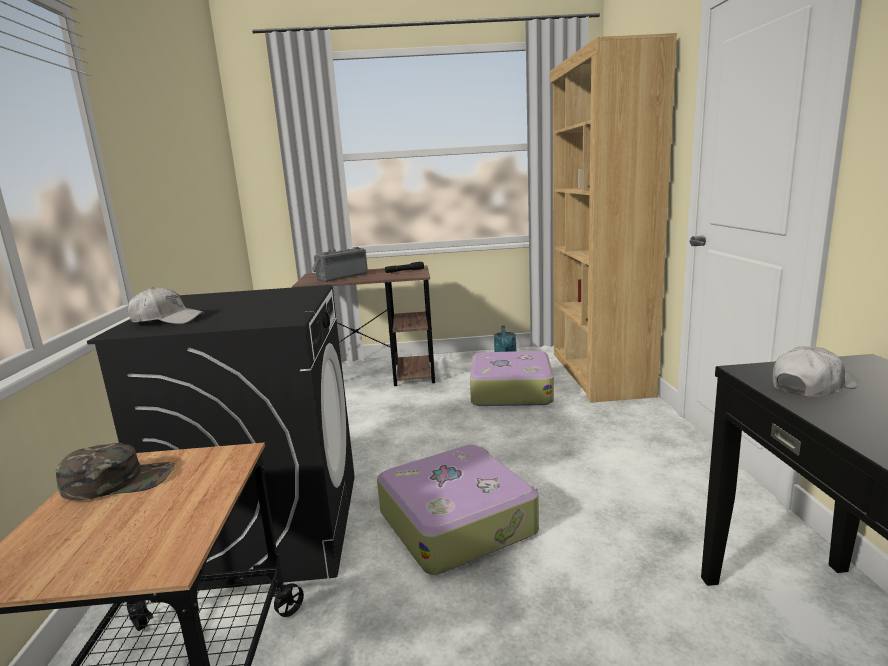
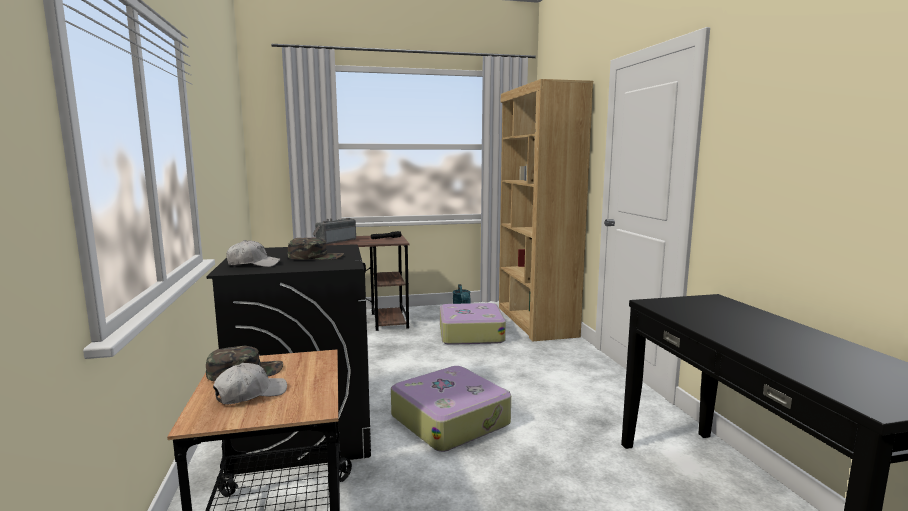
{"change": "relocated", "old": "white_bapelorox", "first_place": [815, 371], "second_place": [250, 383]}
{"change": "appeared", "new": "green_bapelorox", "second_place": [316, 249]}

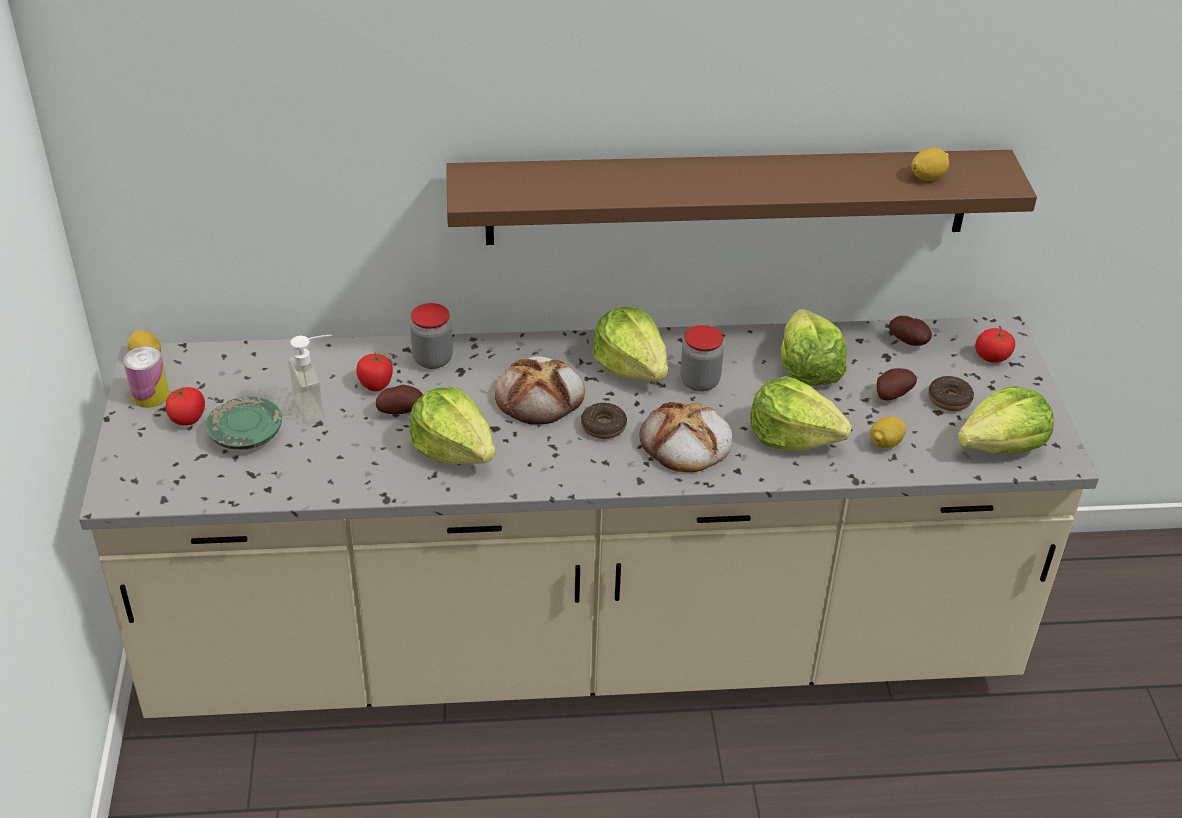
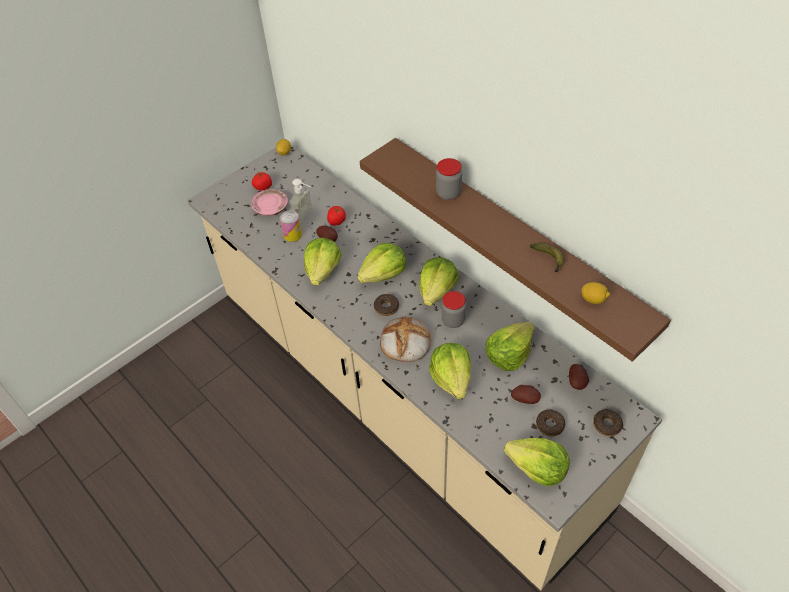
{"change": "relocated", "old": "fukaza", "first_place": [431, 336], "second_place": [449, 179]}
{"change": "exchanged", "old": "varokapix", "new": "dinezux", "first_place": [995, 345], "second_place": [608, 422]}
{"change": "relocated", "old": "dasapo", "first_place": [146, 377], "second_place": [291, 226]}
{"change": "exchanged", "old": "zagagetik", "new": "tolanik", "first_place": [540, 390], "second_place": [381, 263]}
{"change": "colour", "old": "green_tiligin", "new": "pink_tiligin", "first_place": [243, 423], "second_place": [269, 202]}
{"change": "missing", "old": "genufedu", "first_place": [888, 432]}
{"change": "appeared", "new": "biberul", "second_place": [547, 258]}

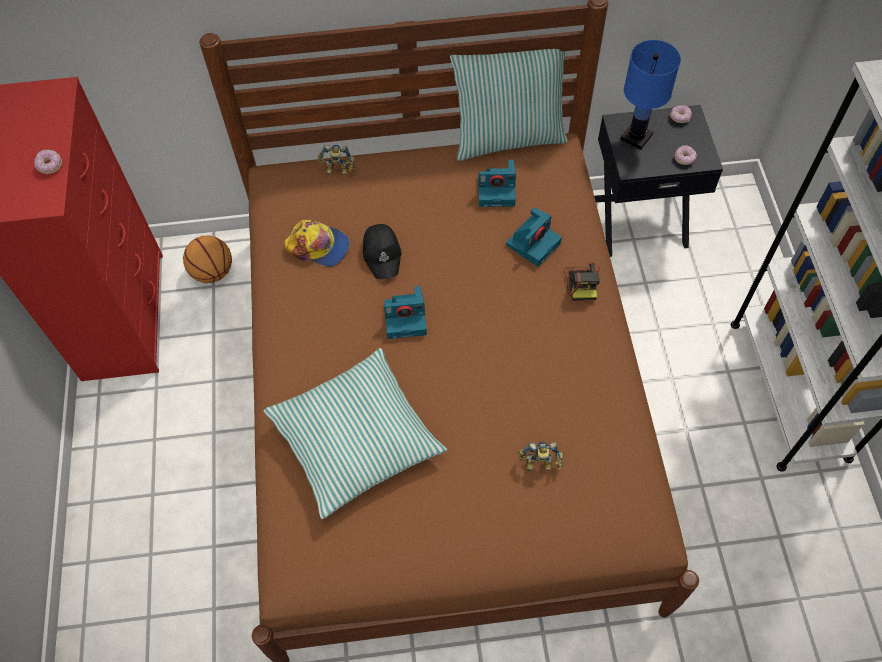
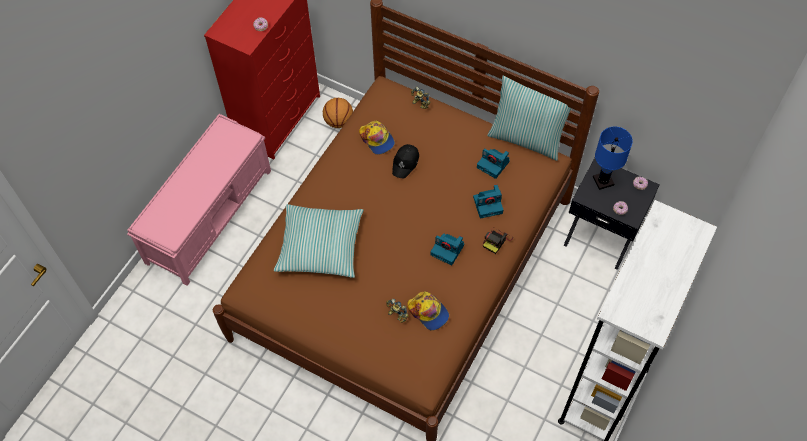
{"change": "relocated", "old": "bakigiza", "first_place": [405, 312], "second_place": [447, 249]}
{"change": "appeared", "new": "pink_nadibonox", "second_place": [199, 200]}
{"change": "appeared", "new": "bapelorox", "second_place": [428, 311]}

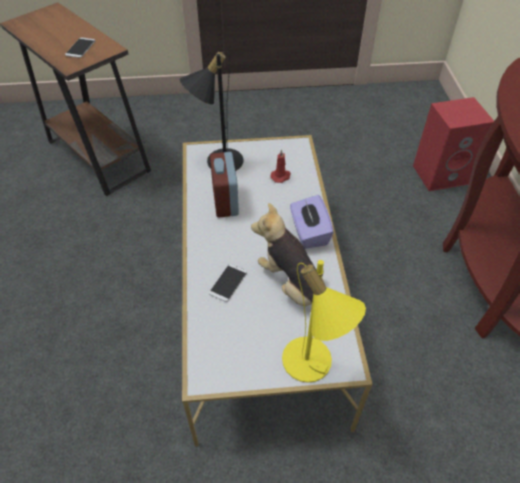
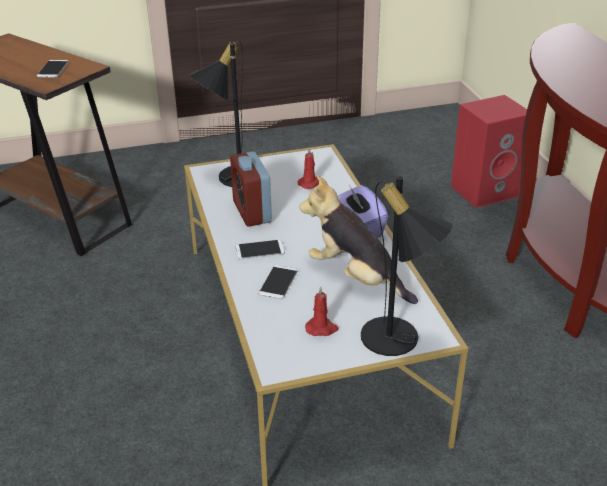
{"change": "colour", "old": "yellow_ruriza", "new": "black_ruriza", "first_place": [324, 321], "second_place": [407, 266]}
{"change": "appeared", "new": "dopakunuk", "second_place": [260, 249]}
{"change": "appeared", "new": "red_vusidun", "second_place": [322, 311]}

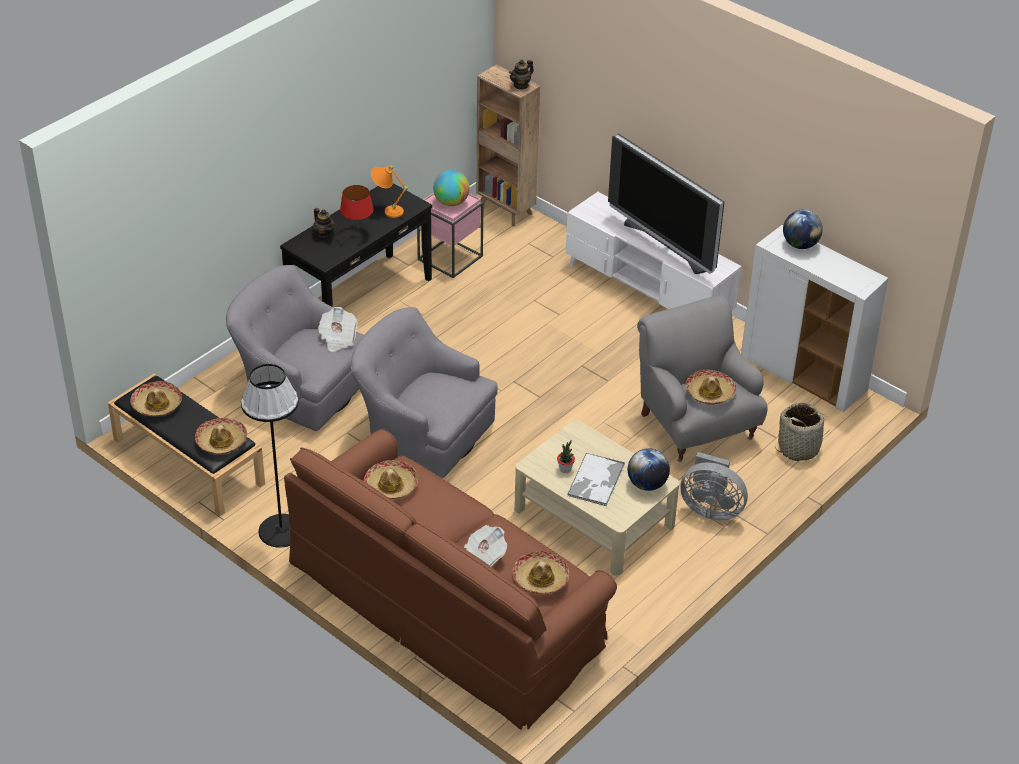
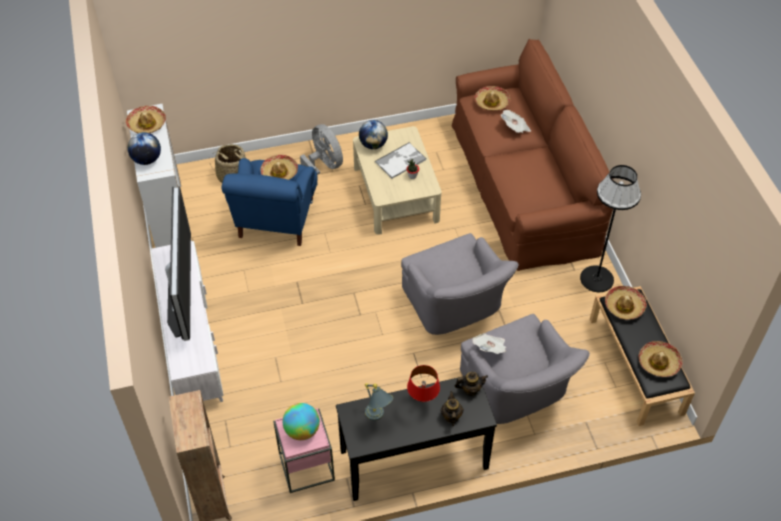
{"change": "relocated", "old": "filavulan", "first_place": [521, 74], "second_place": [471, 384]}
{"change": "colour", "old": "orange_ruriza", "new": "grey_ruriza", "first_place": [389, 191], "second_place": [379, 402]}
{"change": "colour", "old": "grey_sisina", "new": "blue_sisina", "first_place": [702, 378], "second_place": [269, 202]}
{"change": "relocated", "old": "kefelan", "first_place": [391, 479], "second_place": [146, 119]}

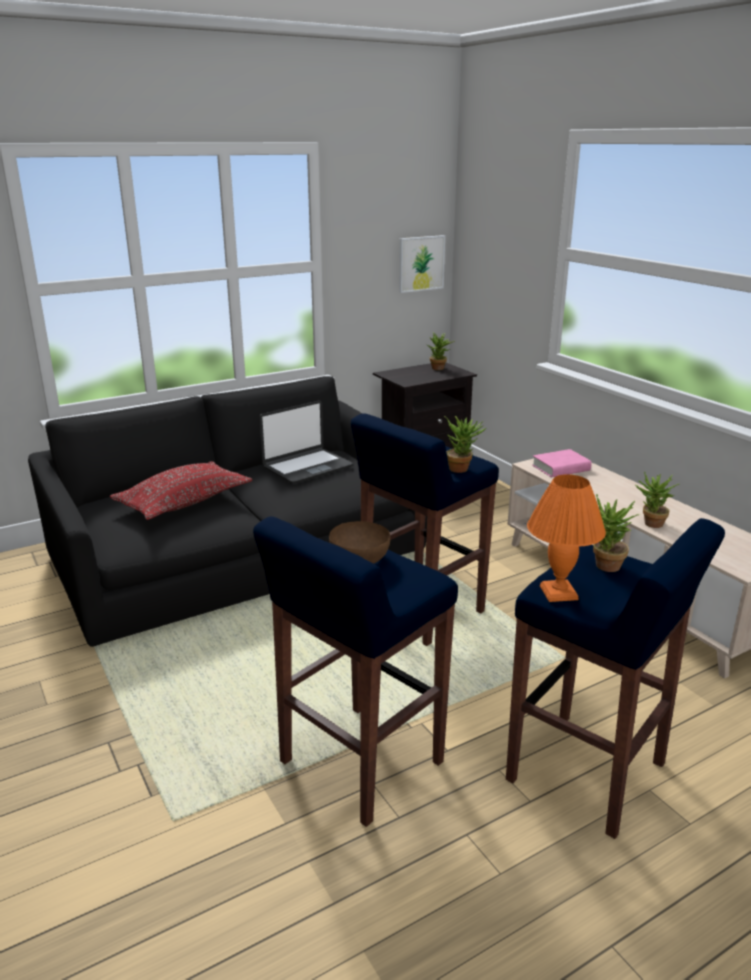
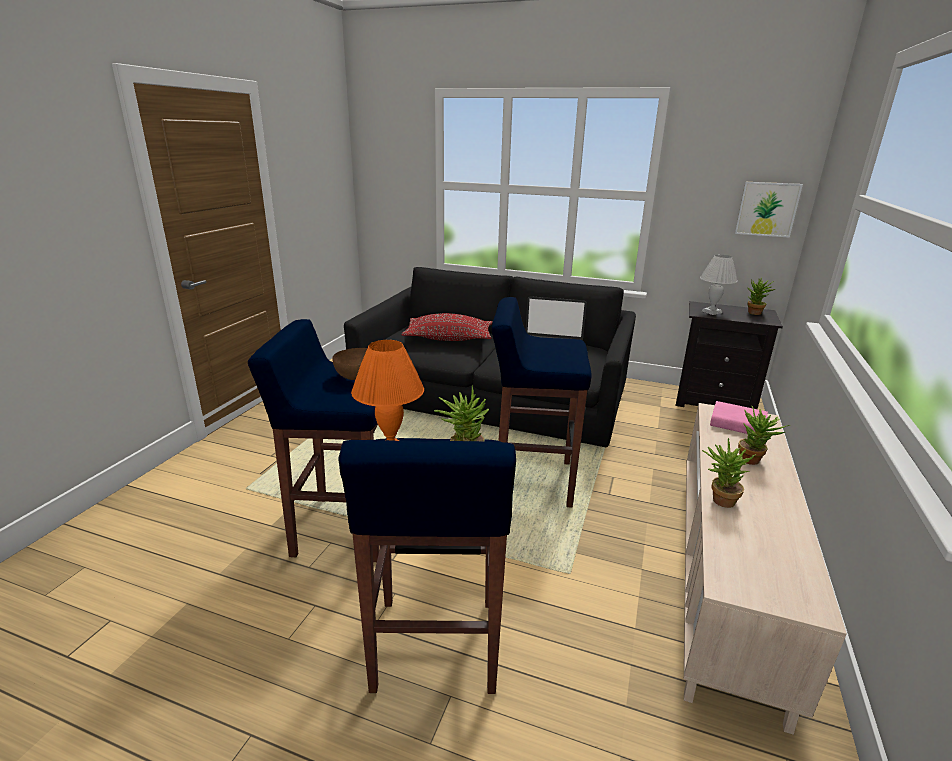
{"change": "relocated", "old": "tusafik", "first_place": [465, 444], "second_place": [764, 435]}
{"change": "appeared", "new": "white_ruriza", "second_place": [718, 285]}

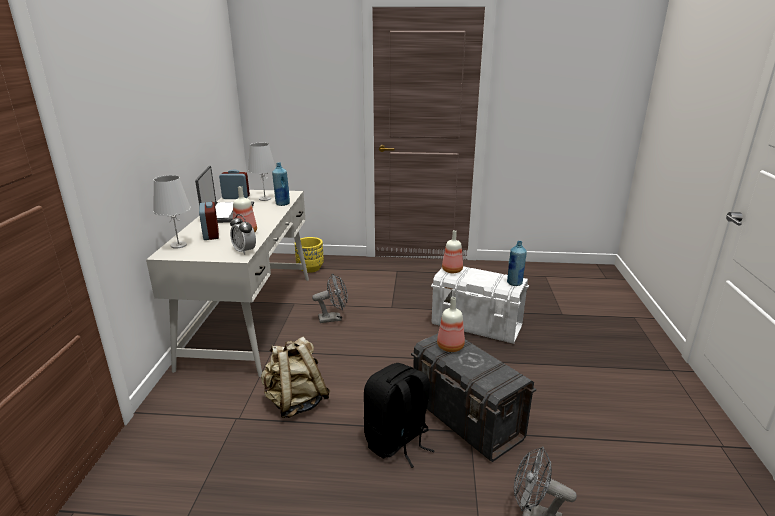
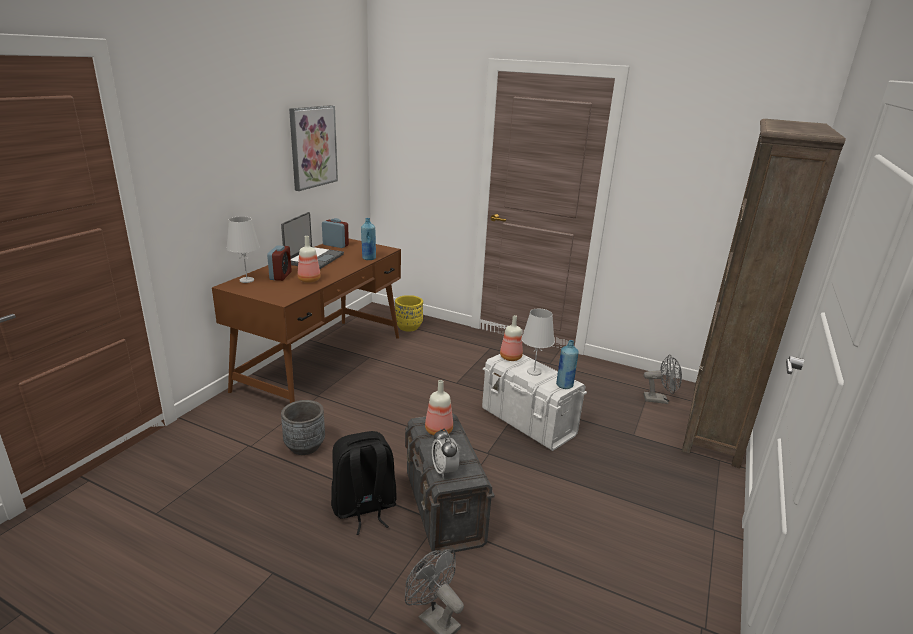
{"change": "relocated", "old": "white_ruriza", "first_place": [262, 172], "second_place": [538, 342]}
{"change": "colour", "old": "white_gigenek", "new": "brown_gigenek", "first_place": [227, 283], "second_place": [306, 321]}
{"change": "relocated", "old": "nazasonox", "first_place": [243, 234], "second_place": [445, 453]}
{"change": "relocated", "old": "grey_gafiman", "first_place": [330, 298], "second_place": [663, 379]}
{"change": "exchanged", "old": "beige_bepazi", "new": "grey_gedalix", "first_place": [295, 377], "second_place": [303, 427]}
{"change": "appeared", "new": "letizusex", "second_place": [313, 148]}
{"change": "appeared", "new": "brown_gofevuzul", "second_place": [764, 293]}

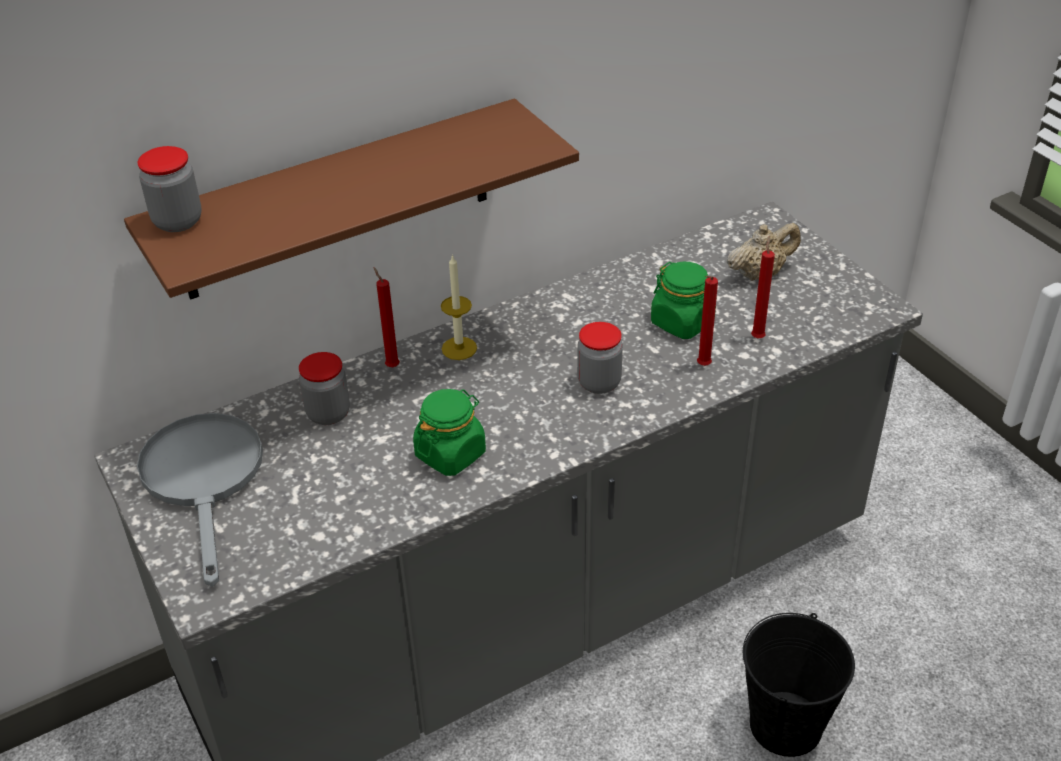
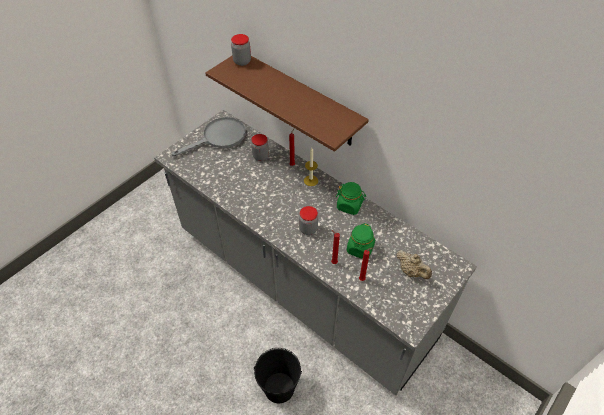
{"change": "relocated", "old": "green_fukaza", "first_place": [449, 432], "second_place": [351, 198]}

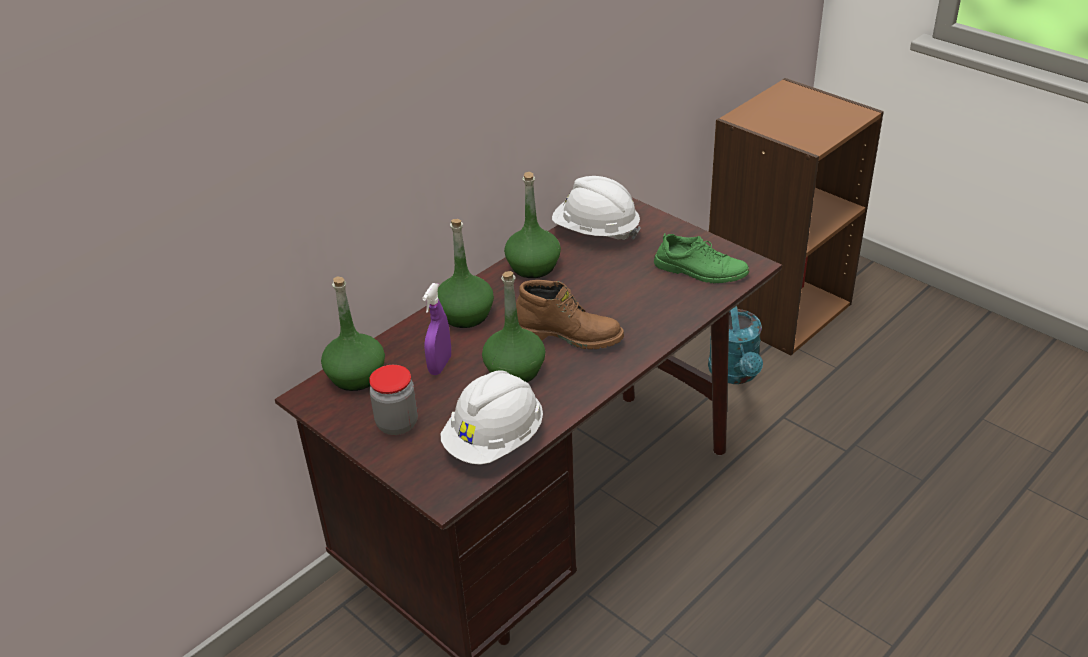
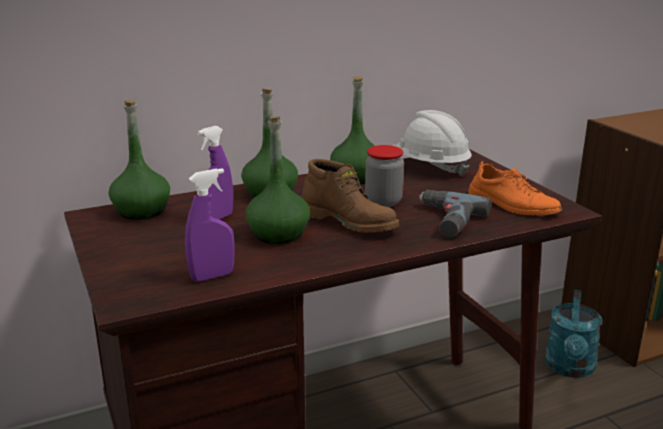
{"change": "colour", "old": "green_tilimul", "new": "orange_tilimul", "first_place": [701, 258], "second_place": [515, 188]}
{"change": "relocated", "old": "fukaza", "first_place": [393, 400], "second_place": [384, 176]}
{"change": "exchanged", "old": "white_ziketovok", "new": "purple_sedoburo", "first_place": [492, 417], "second_place": [210, 224]}
{"change": "appeared", "new": "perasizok", "second_place": [455, 214]}

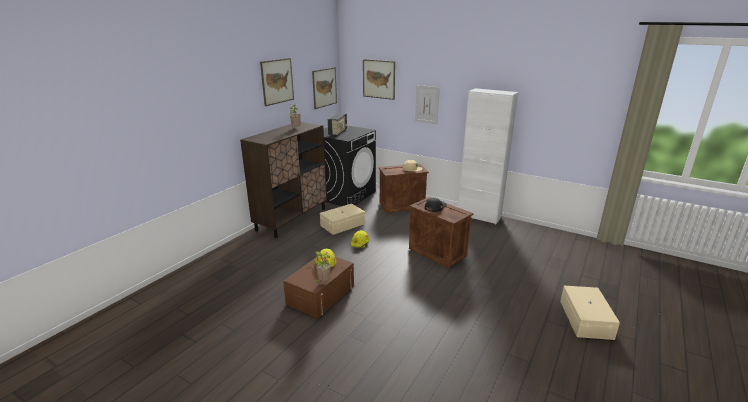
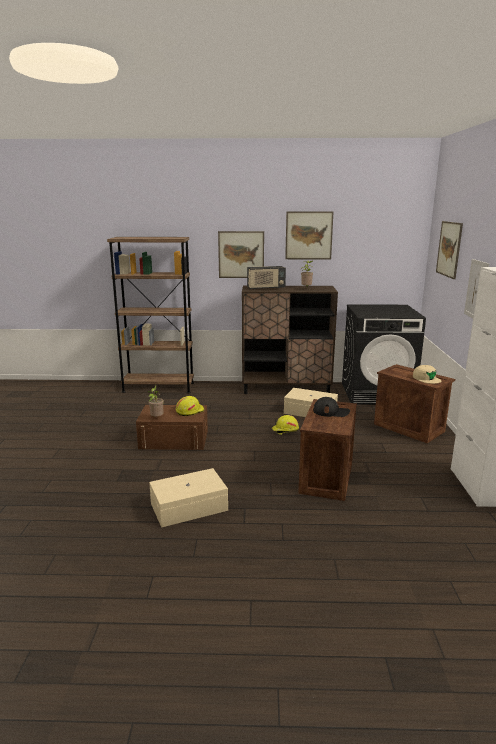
{"change": "relocated", "old": "letizusex", "first_place": [324, 88], "second_place": [241, 254]}
{"change": "relocated", "old": "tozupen", "first_place": [337, 124], "second_place": [266, 278]}
{"change": "relocated", "old": "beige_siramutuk", "first_place": [590, 313], "second_place": [188, 498]}
{"change": "appeared", "new": "brown_gofevuzul", "second_place": [150, 315]}

